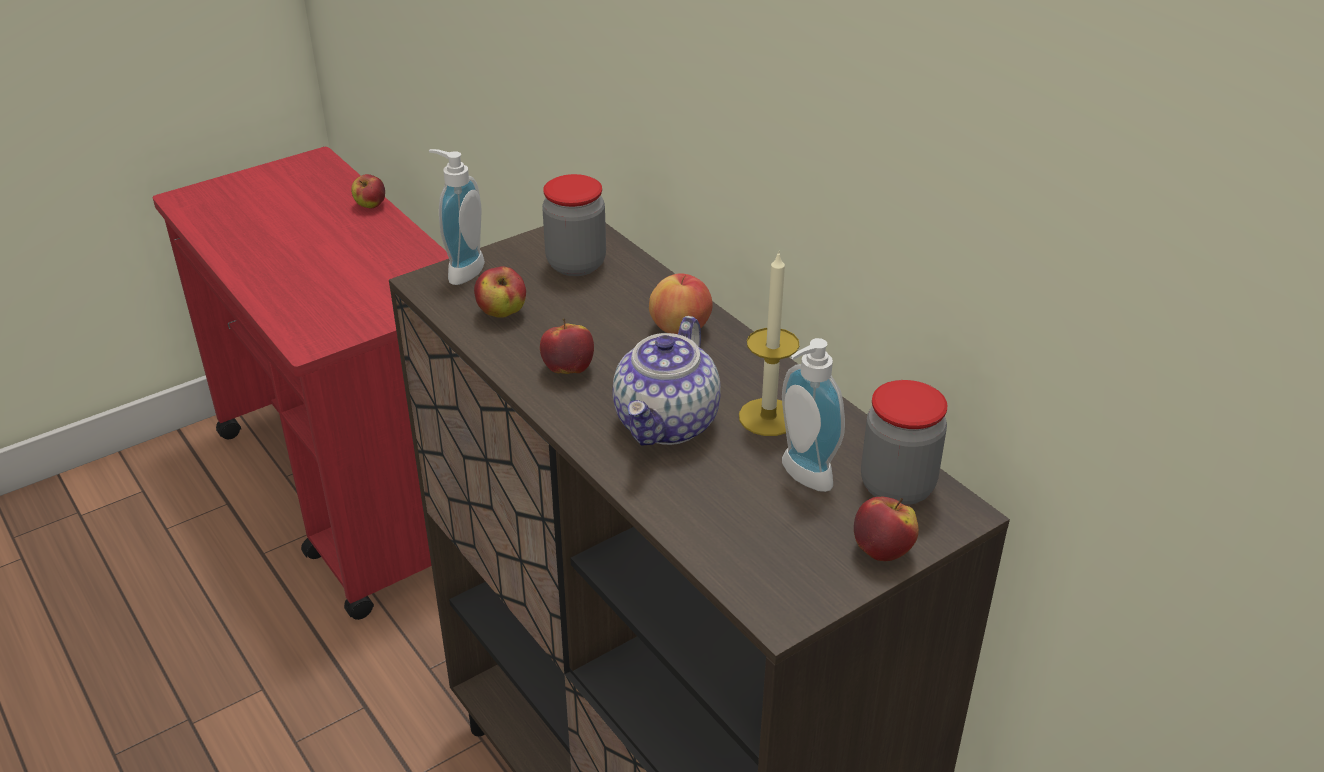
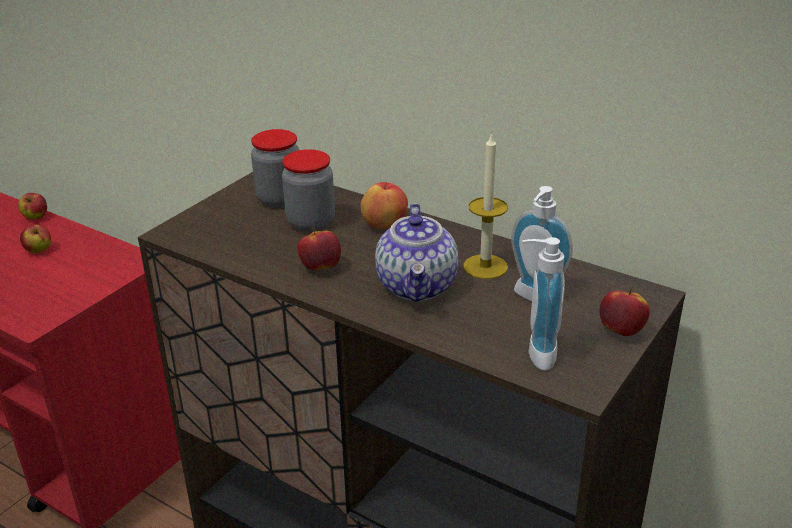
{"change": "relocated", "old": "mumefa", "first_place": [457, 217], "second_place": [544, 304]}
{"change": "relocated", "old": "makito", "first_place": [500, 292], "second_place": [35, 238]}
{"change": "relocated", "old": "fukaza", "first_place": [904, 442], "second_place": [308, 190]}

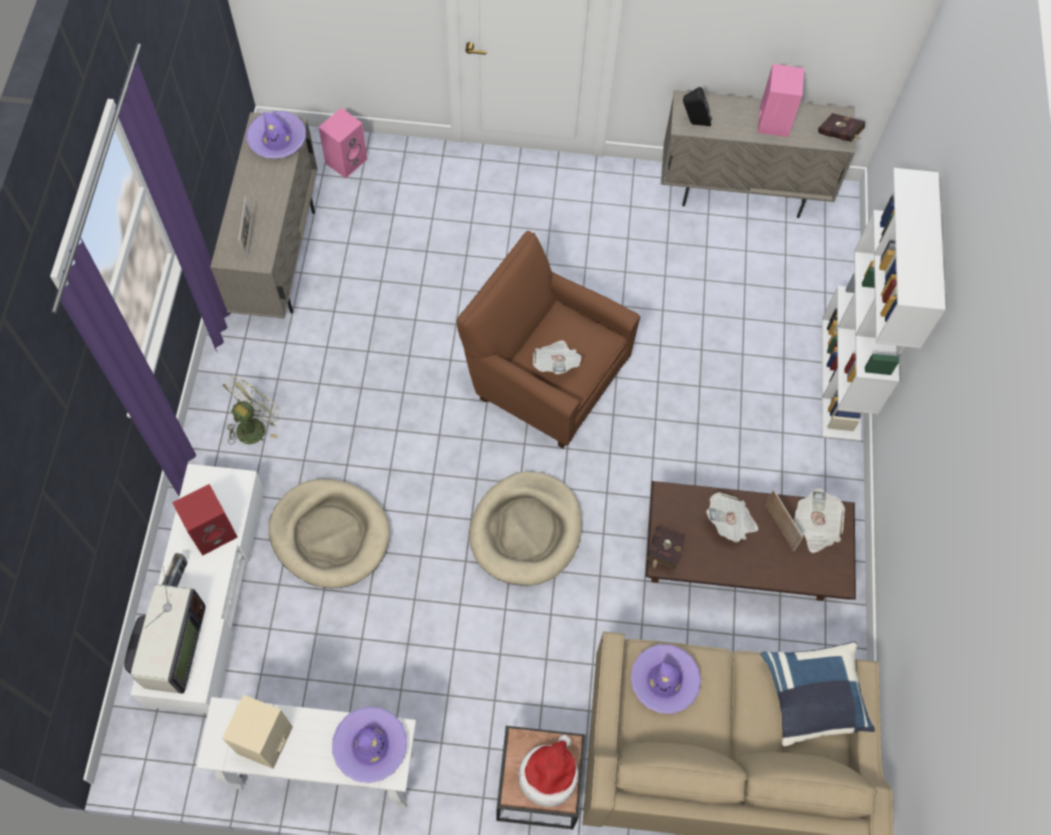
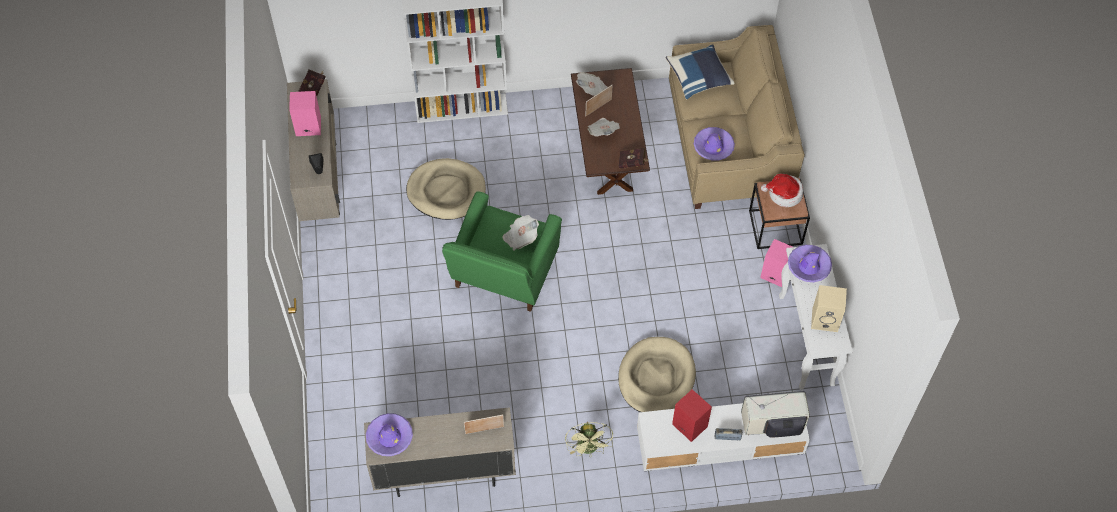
{"change": "relocated", "old": "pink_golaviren", "first_place": [343, 143], "second_place": [776, 263]}
{"change": "colour", "old": "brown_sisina", "new": "green_sisina", "first_place": [549, 340], "second_place": [502, 251]}
{"change": "spun", "old": "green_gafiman", "first_place": [252, 410], "second_place": [589, 439], "degrees": -120}
{"change": "relocated", "old": "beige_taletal", "first_place": [525, 528], "second_place": [446, 189]}

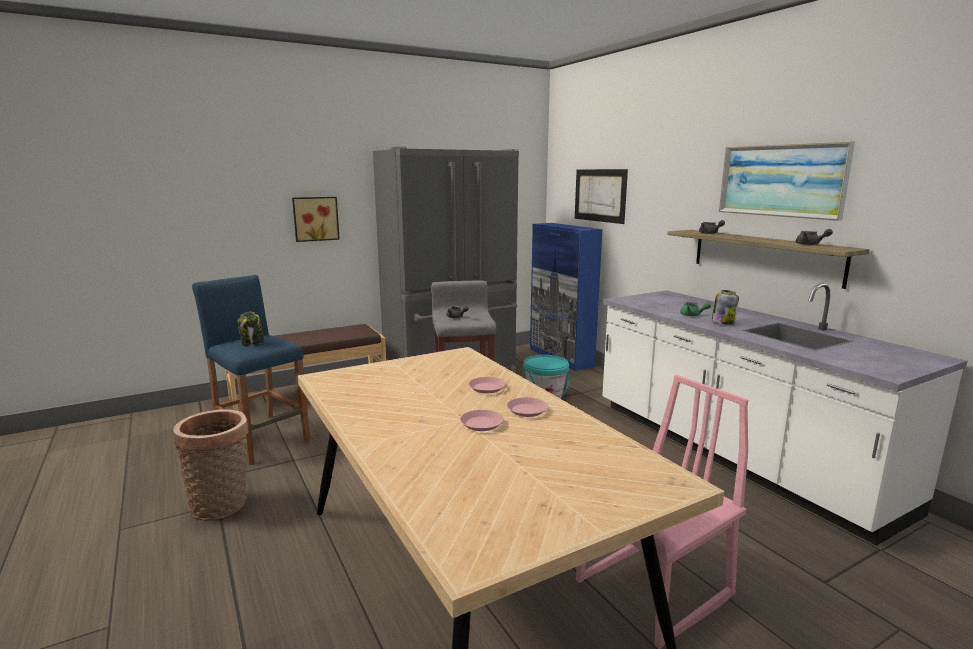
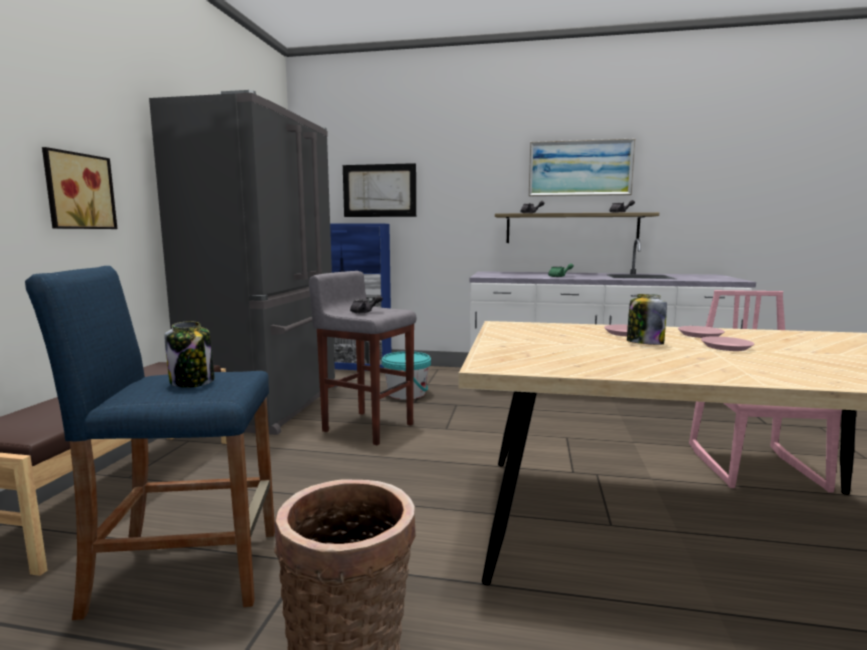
{"change": "relocated", "old": "fukaza", "first_place": [725, 307], "second_place": [647, 319]}

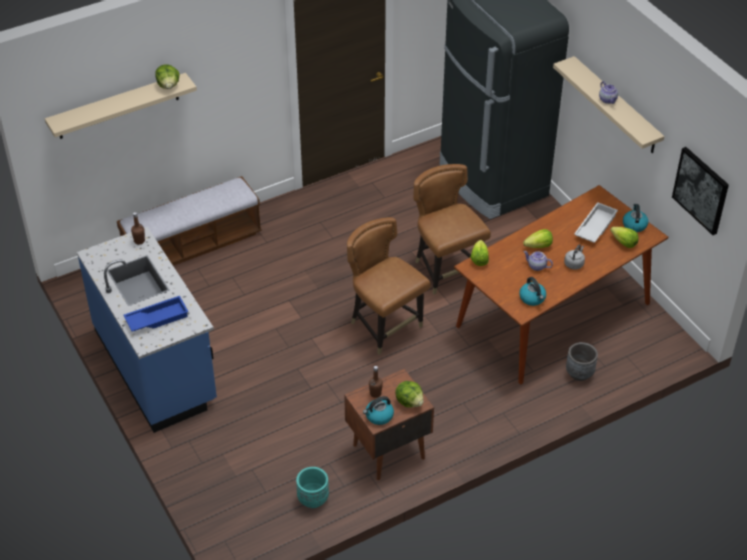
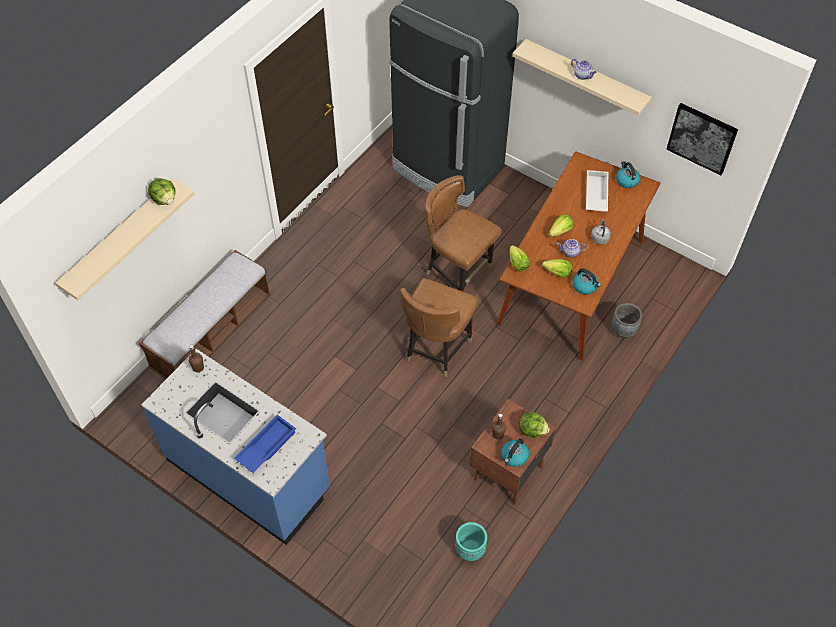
{"change": "spun", "old": "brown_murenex", "first_place": [389, 286], "second_place": [439, 327], "degrees": -90}
{"change": "relocated", "old": "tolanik", "first_place": [624, 237], "second_place": [557, 268]}

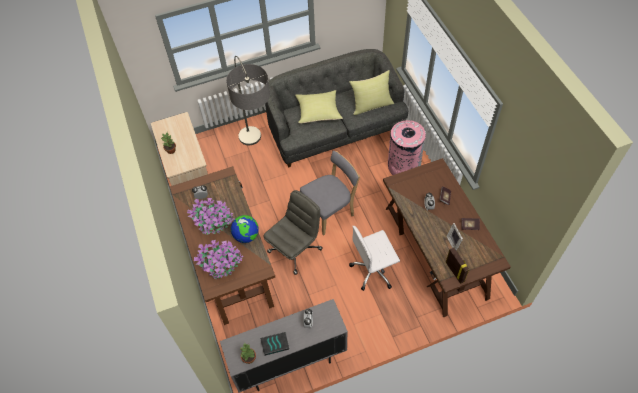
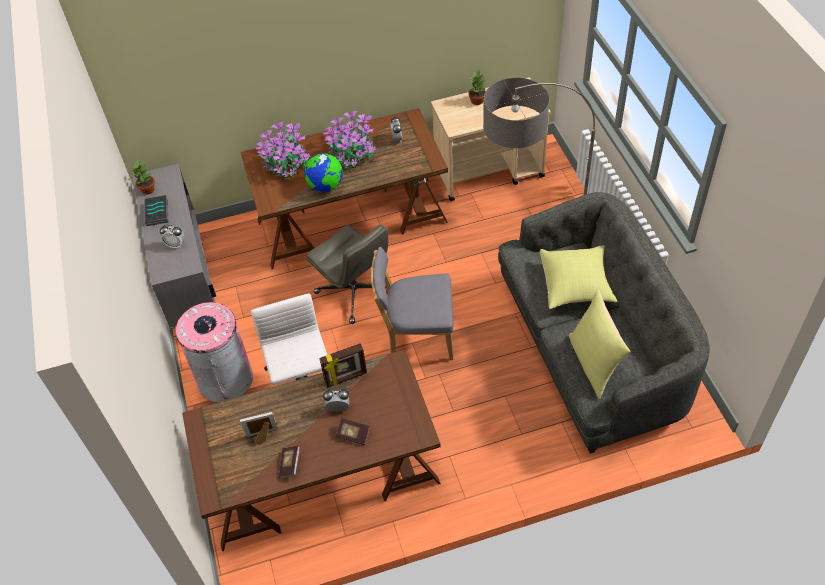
{"change": "relocated", "old": "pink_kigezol", "first_place": [407, 147], "second_place": [214, 352]}
{"change": "spun", "old": "grey_murenex", "first_place": [330, 193], "second_place": [412, 303], "degrees": 120}
{"change": "relocated", "old": "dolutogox", "first_place": [458, 265], "second_place": [343, 365]}

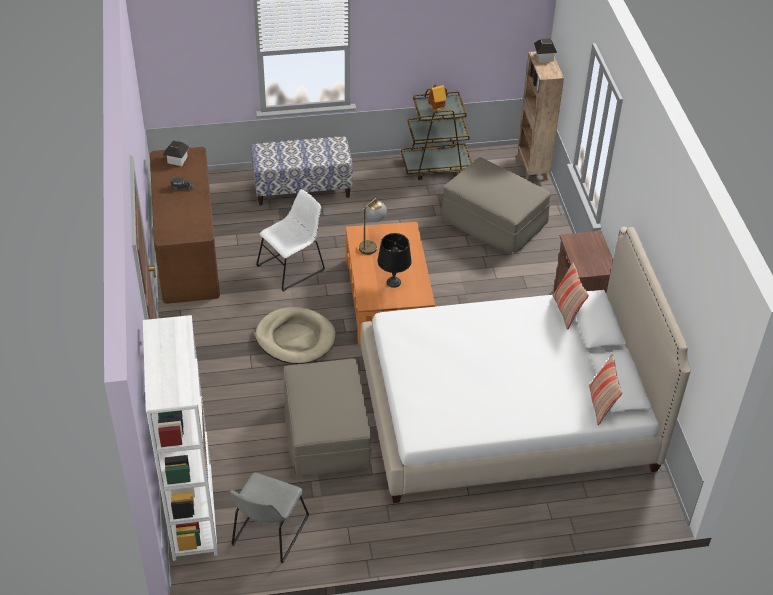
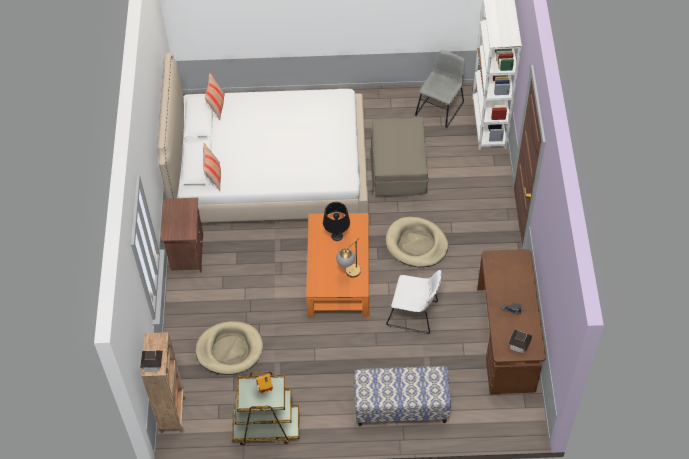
{"change": "exchanged", "old": "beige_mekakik", "new": "beige_taletal", "first_place": [496, 205], "second_place": [229, 348]}
{"change": "spun", "old": "white_murenex", "first_place": [290, 240], "second_place": [413, 302], "degrees": -135}

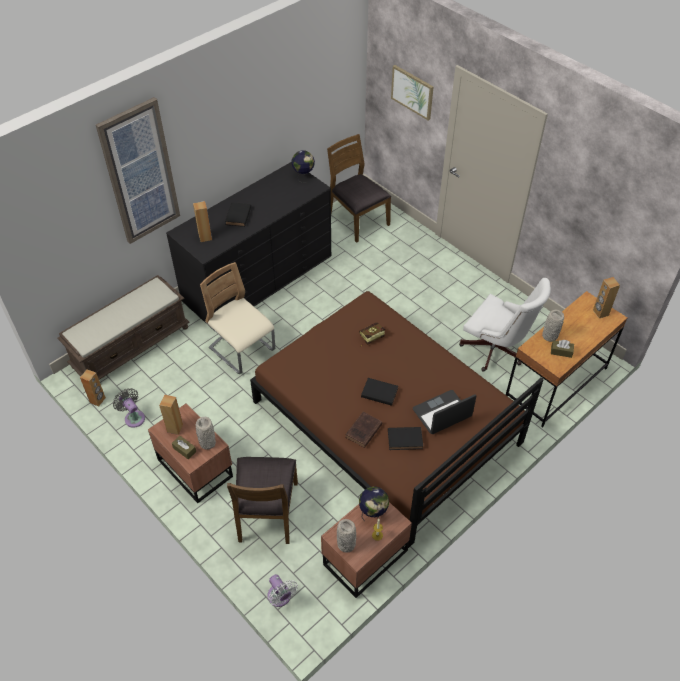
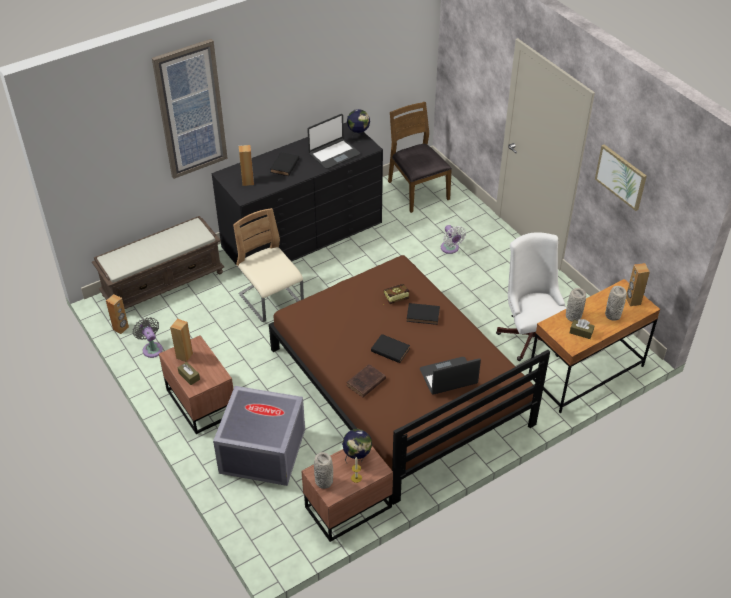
{"change": "relocated", "old": "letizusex", "first_place": [412, 92], "second_place": [621, 177]}
{"change": "spun", "old": "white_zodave", "first_place": [505, 325], "second_place": [531, 296], "degrees": -150}
{"change": "relocated", "old": "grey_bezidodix", "first_place": [206, 433], "second_place": [616, 303]}
{"change": "relocated", "old": "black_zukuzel", "first_place": [405, 438], "second_place": [423, 314]}
{"change": "exchanged", "old": "brown_murenex", "new": "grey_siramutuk", "first_place": [262, 500], "second_place": [259, 436]}
{"change": "relocated", "old": "white_gafiman", "first_place": [282, 590], "second_place": [453, 239]}
{"change": "appeared", "new": "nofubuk", "second_place": [333, 141]}

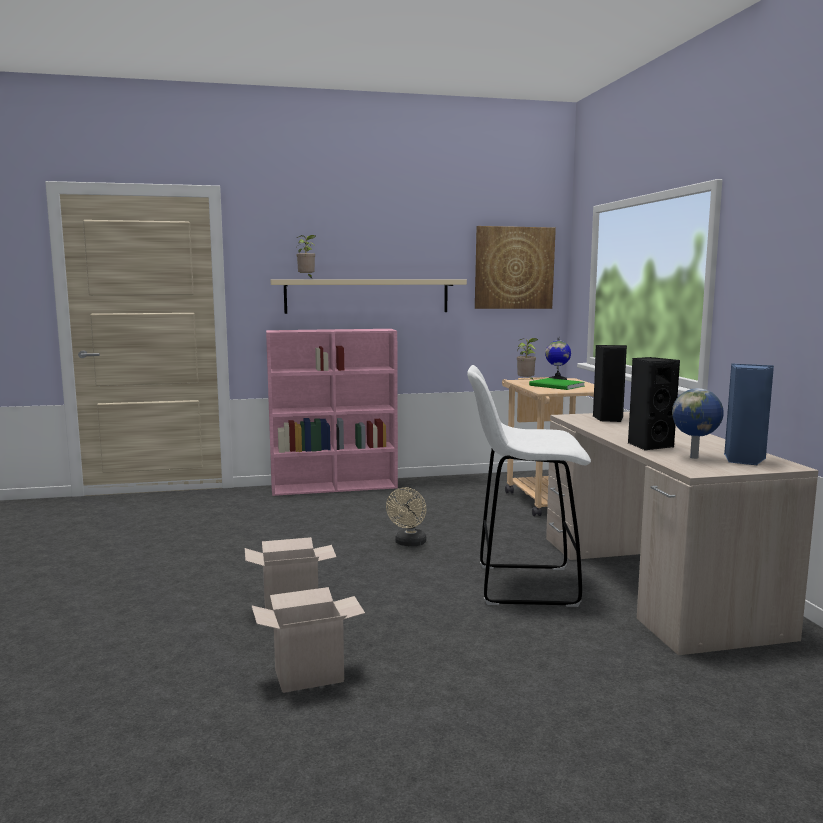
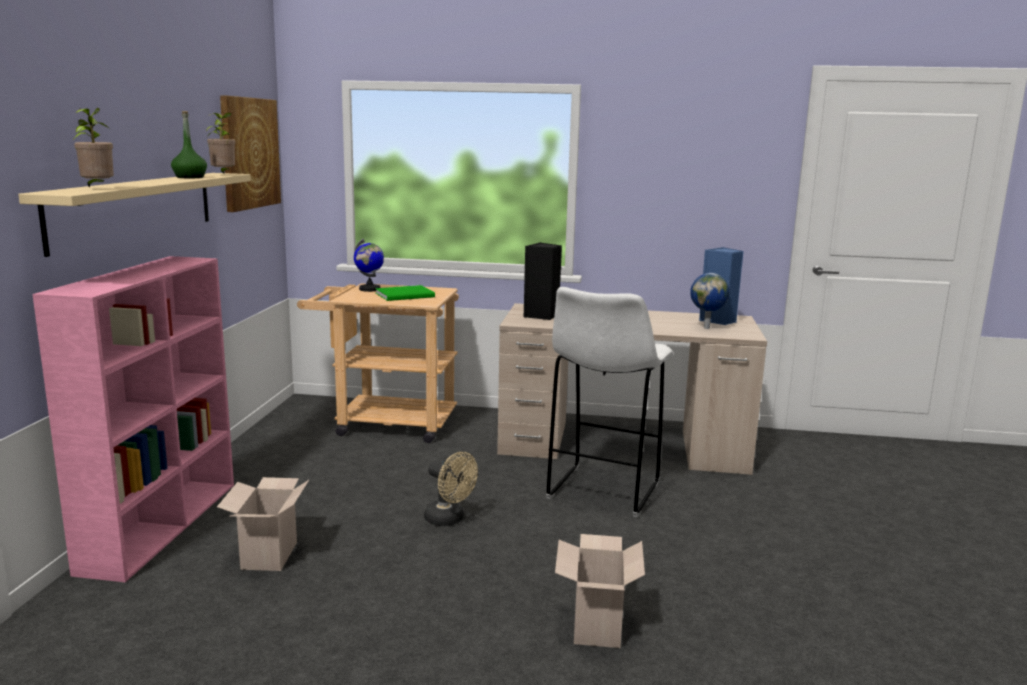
{"change": "relocated", "old": "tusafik", "first_place": [527, 359], "second_place": [220, 143]}
{"change": "missing", "old": "black_golaviren", "first_place": [654, 404]}
{"change": "relocated", "old": "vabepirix", "first_place": [308, 640], "second_place": [263, 524]}
{"change": "appeared", "new": "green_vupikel", "second_place": [189, 144]}

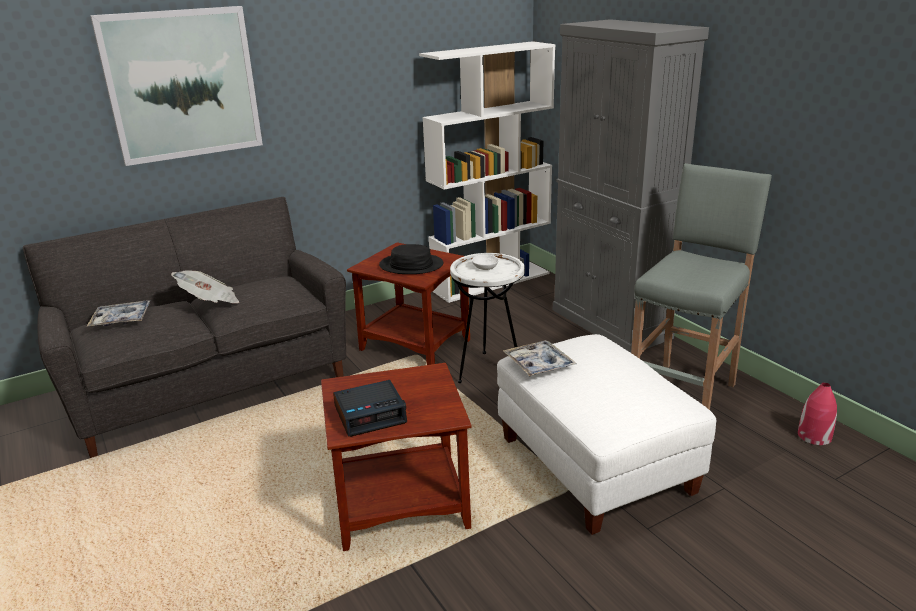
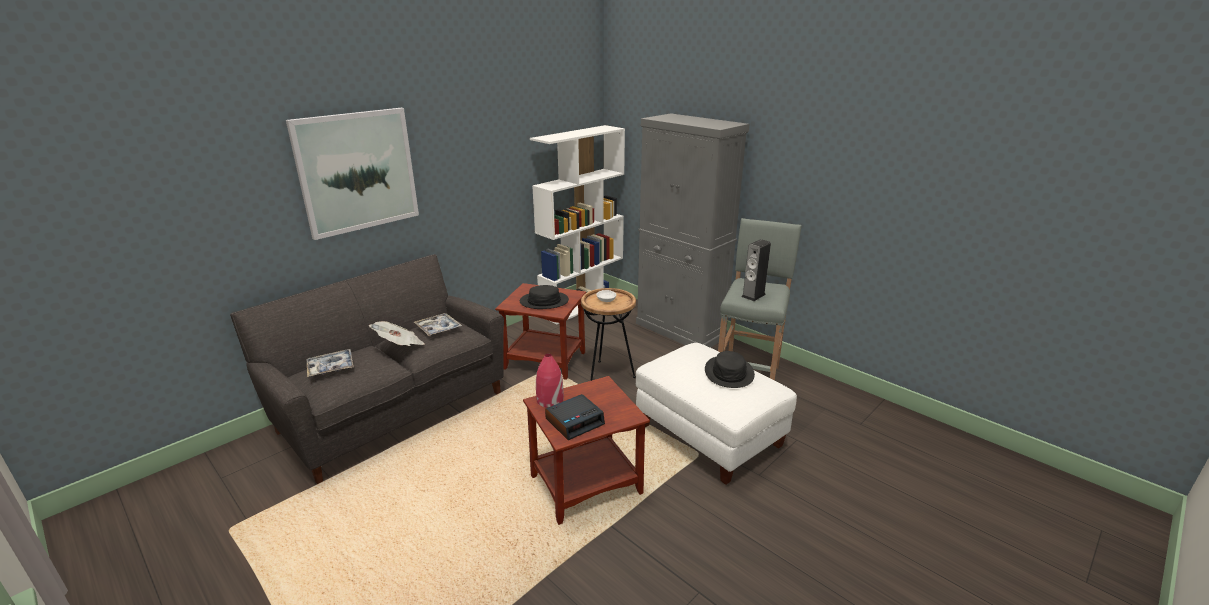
{"change": "colour", "old": "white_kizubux", "new": "brown_kizubux", "first_place": [487, 318], "second_place": [608, 334]}
{"change": "relocated", "old": "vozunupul", "first_place": [540, 358], "second_place": [438, 324]}
{"change": "relocated", "old": "red_bezidodix", "first_place": [817, 414], "second_place": [550, 380]}
{"change": "appeared", "new": "golaviren", "second_place": [756, 270]}
{"change": "appeared", "new": "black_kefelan", "second_place": [730, 369]}

